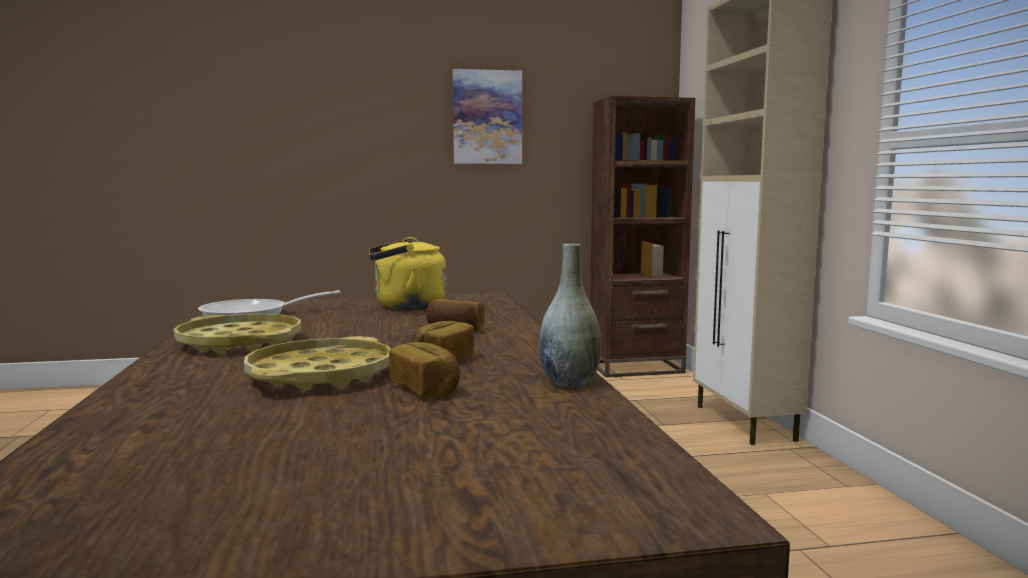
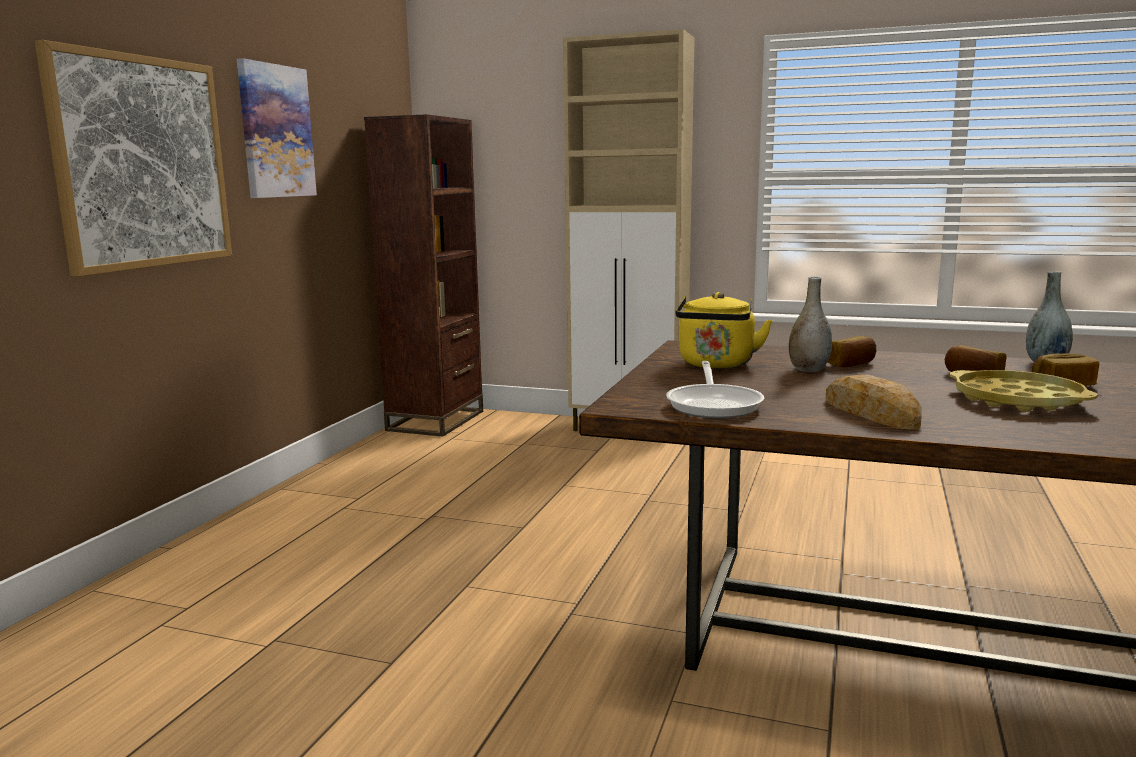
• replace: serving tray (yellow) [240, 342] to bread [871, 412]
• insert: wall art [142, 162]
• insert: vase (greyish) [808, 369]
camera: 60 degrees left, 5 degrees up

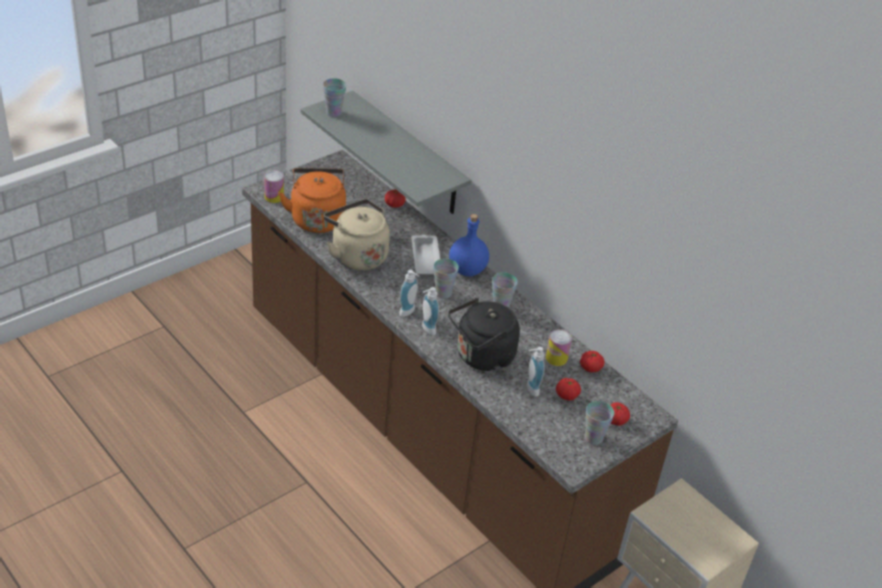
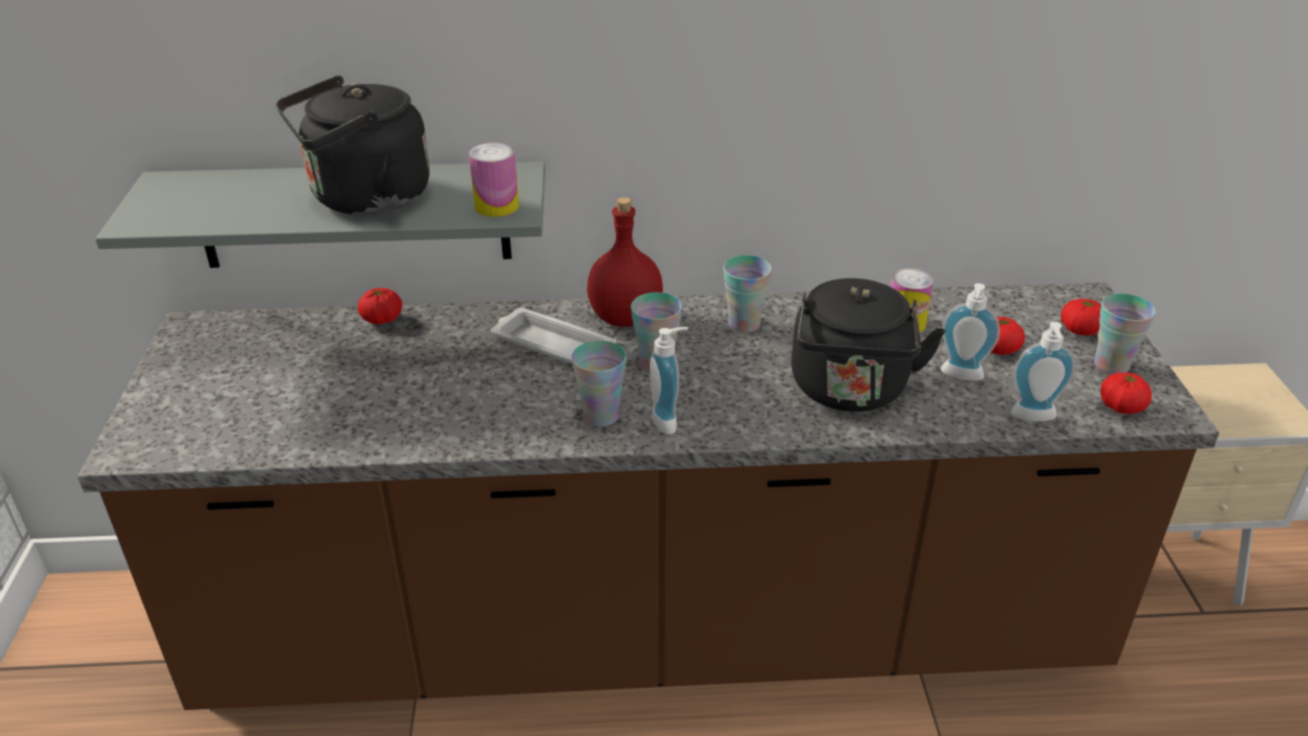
• move: drinking cup [333, 112] to [601, 416]
• delete: tea kettle (orange) [317, 218]
• move: can [274, 197] to [496, 206]
• delete: tea kettle (beige-coloured) [356, 255]
• recolor: bottle (blue-coloured) [467, 270] to bottle (reddish) [626, 318]
• move: soap bottle [426, 329] to [1034, 418]
• move: whole tomato [590, 367] to [1121, 407]
• insert: tea kettle (blackish) [364, 199]
camera: 50 degrees left, 5 degrees down

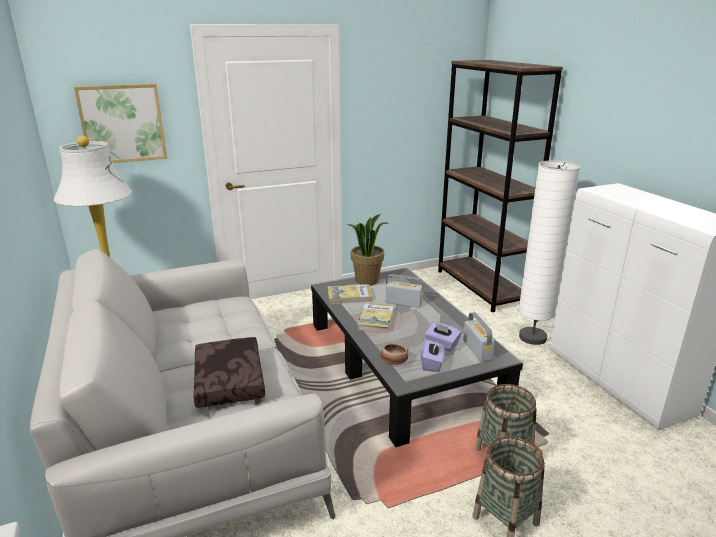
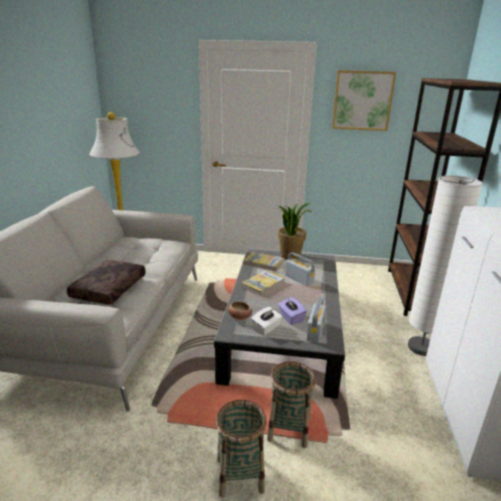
• move: wall art [122, 123] to [362, 100]
• recolor: tissue box (purple-coloured) [432, 364] to tissue box (whitish) [266, 328]
camera: 30 degrees right, 0 degrees up

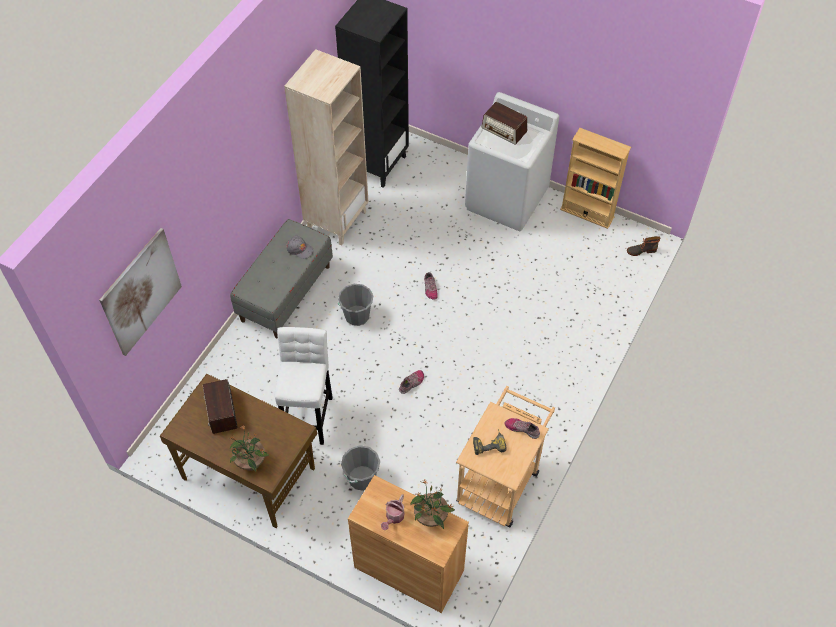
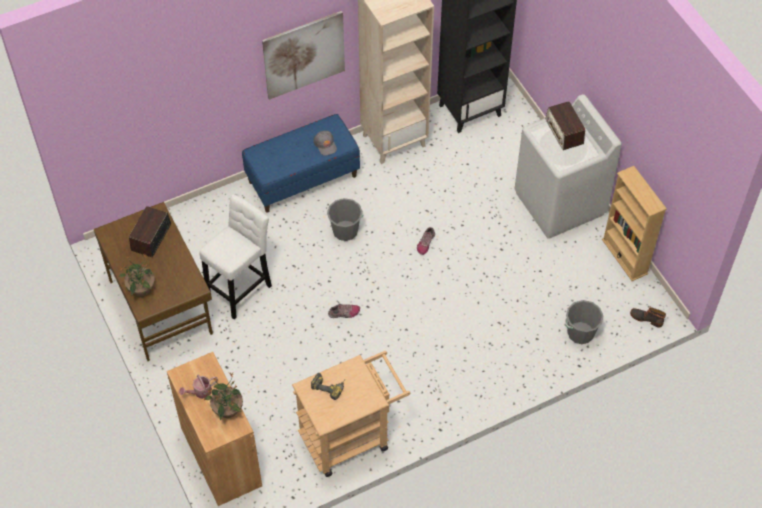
• recolor: long seat (greyish) [285, 293] to long seat (blue-coloured) [302, 178]
• move: wall art [141, 292] to [304, 55]
• delete: low shoe [522, 429]
• move: bucket (greyish) [362, 478] to [580, 333]
camera: 35 degrees right, 0 degrees up

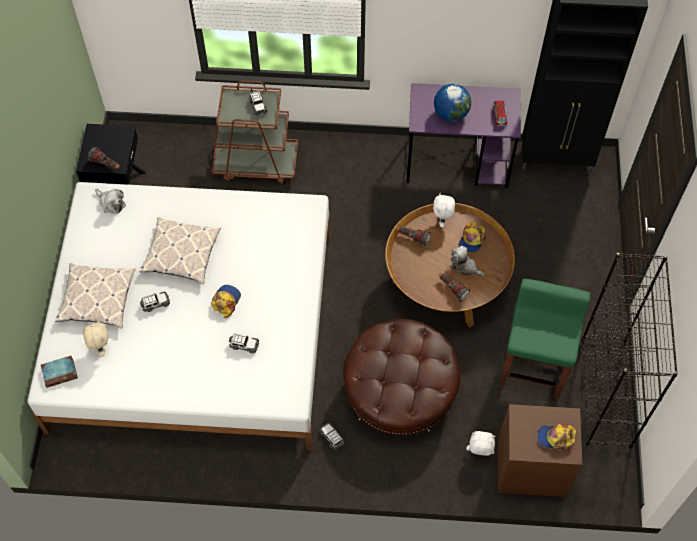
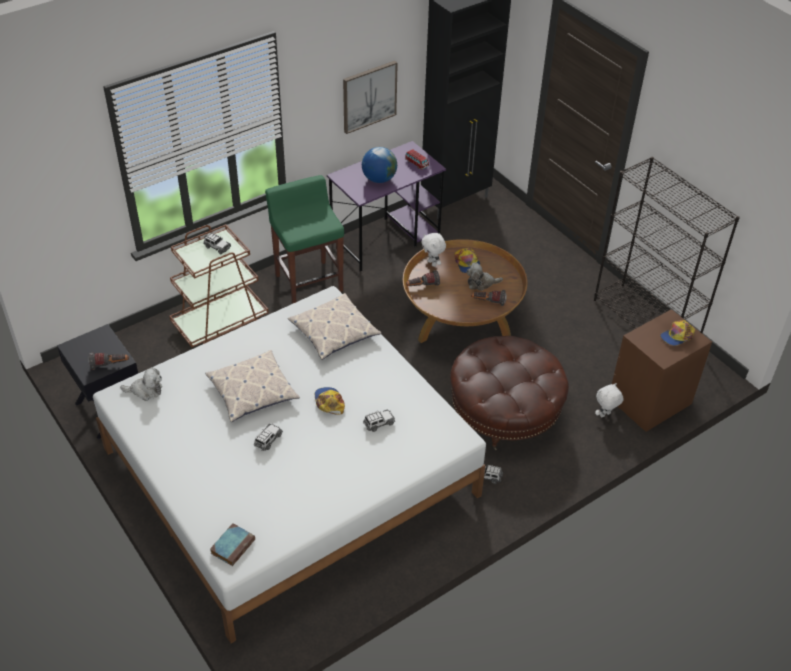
• move: cushion [97, 299] to [334, 332]
• move: sitting stool (green-coloured) [533, 367] to [308, 282]
• delete: plush toy (beige-coloured) [101, 348]
• insert: wall art [369, 96]
camera: 40 degrees left, 15 degrees down

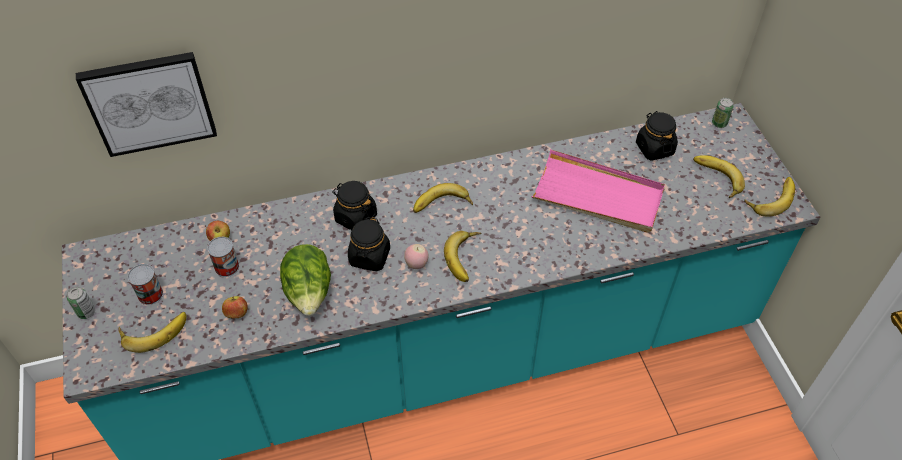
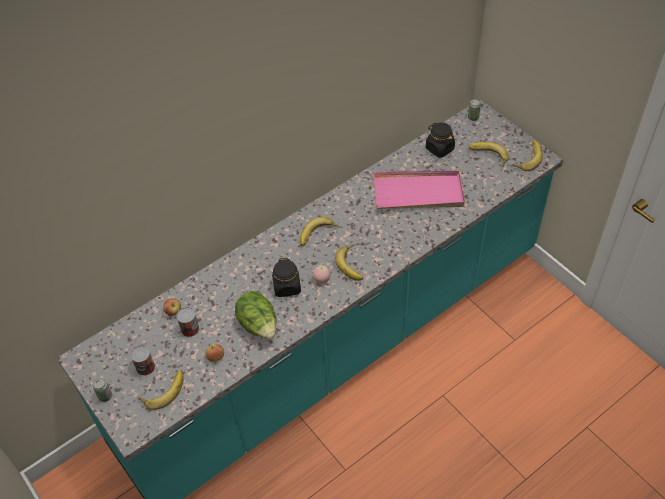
• delete: wall art [149, 103]
• delete: storage jar (blackish) [355, 217]
camera: 20 degrees left, 0 degrees up

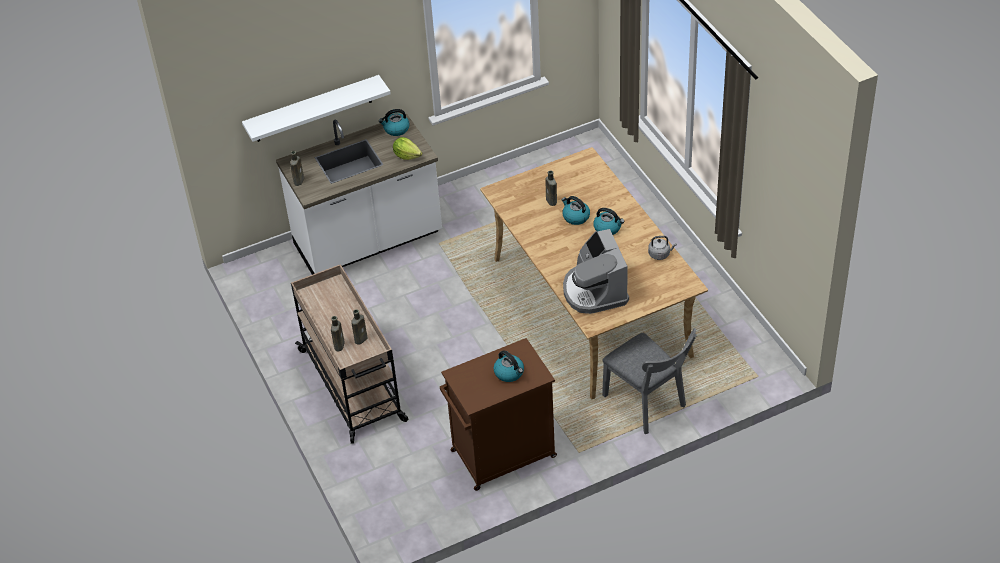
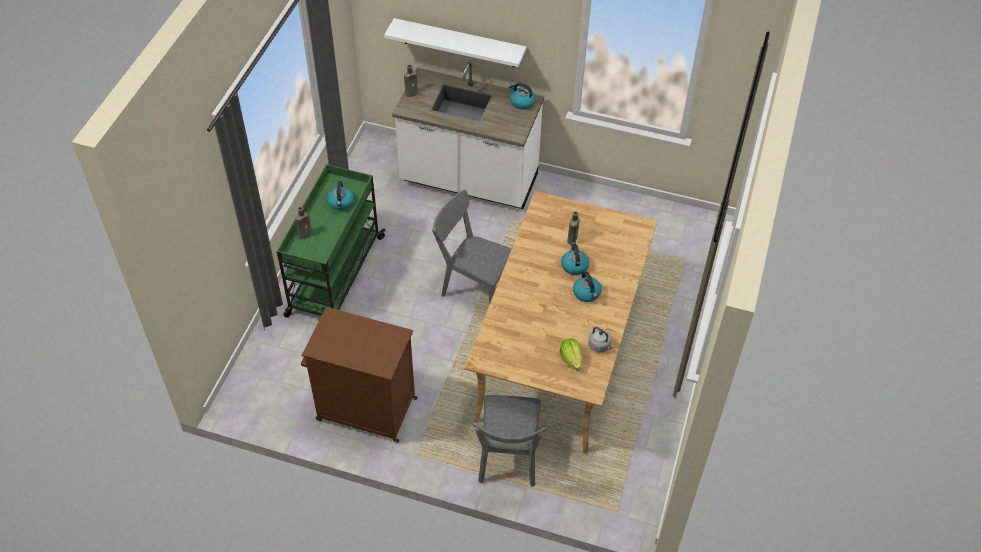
• move: head of lettuce [407, 155] to [571, 359]
• delete: coffee maker [594, 291]
• recolor: cart (beige-coloured) [353, 386] to cart (green-coloured) [335, 277]
• delete: bottle (brownish) [361, 338]
• move: tea kettle [509, 373] to [341, 202]
• insert: upright chair (greyish) [473, 287]
camera: 40 degrees right, 5 degrees up

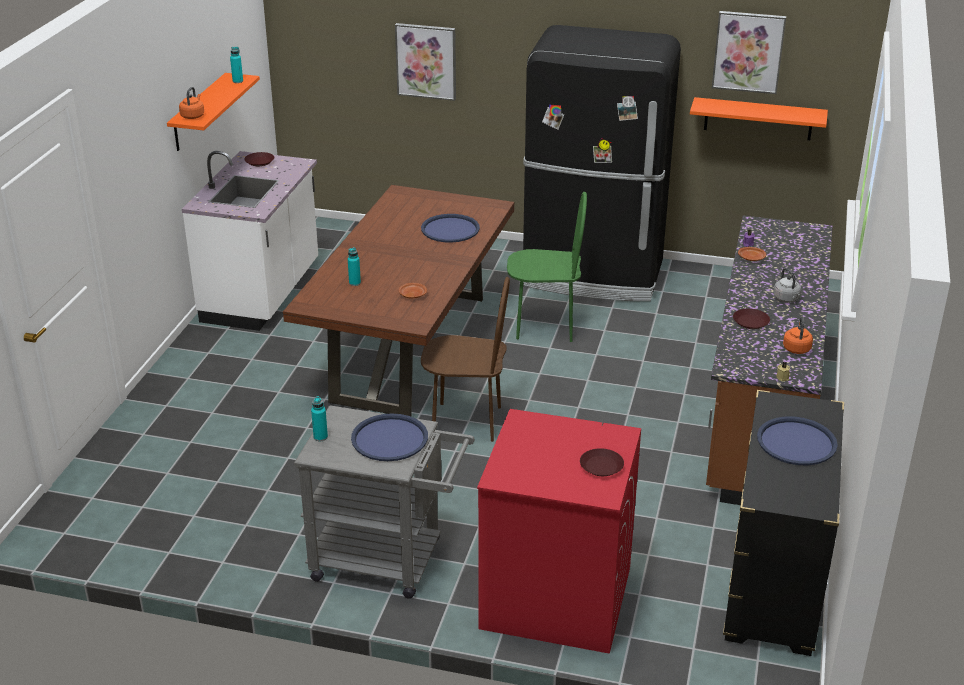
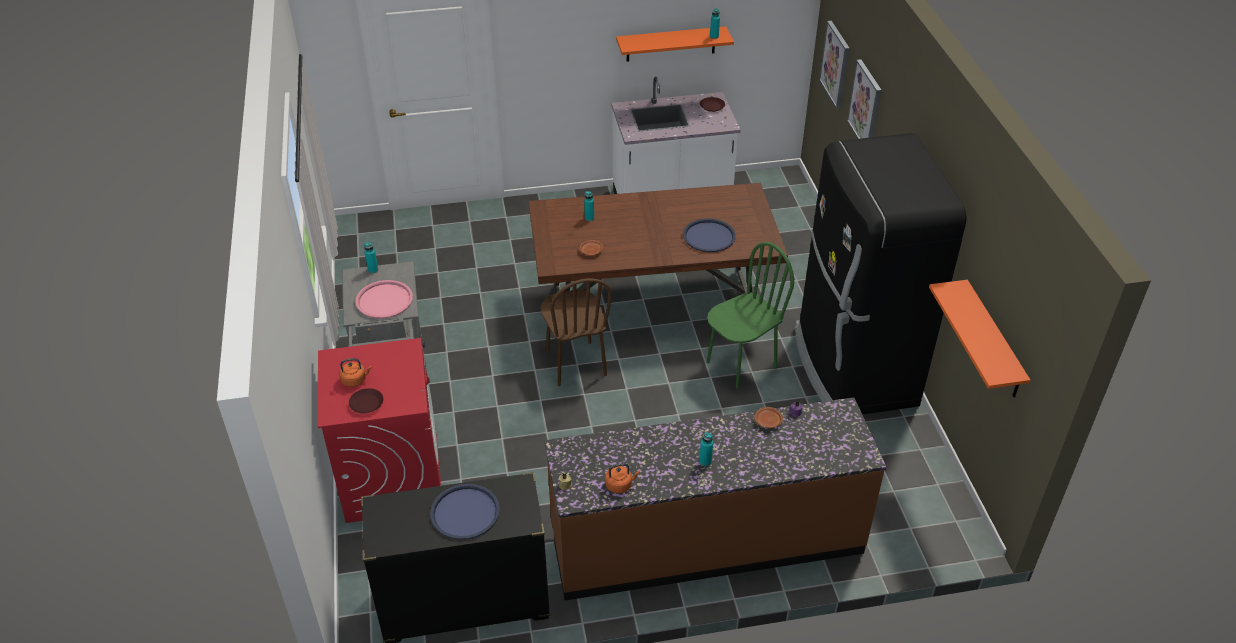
• move: wall art [748, 52] to [836, 64]
• move: tea kettle (orange) [193, 116] to [355, 380]
• rotate: upright chair (green-coloured) [545, 326] = [741, 364] 105 degrees counterclockwise
• replace: tea kettle (greyish) [787, 299] to bottle (turquoise) [705, 461]
• delete: dinner plate (brownish) [751, 322]
• recolor: serving tray (blue-coloured) [389, 439] to serving tray (pink) [384, 300]
camera: 65 degrees right, 10 degrees up

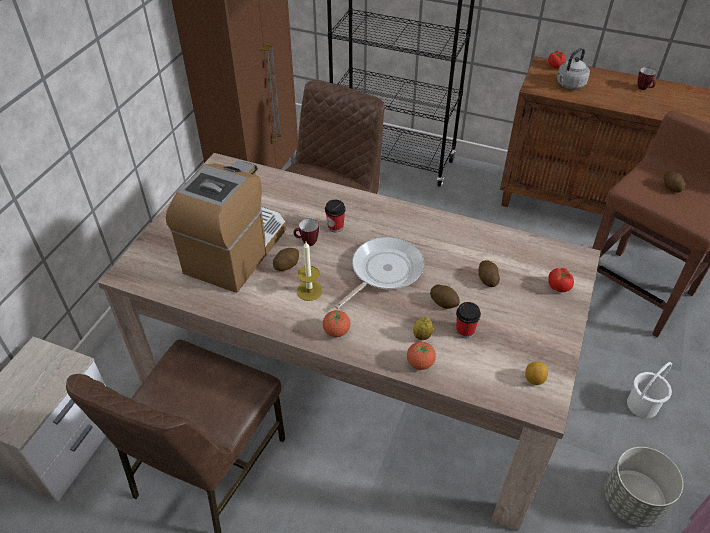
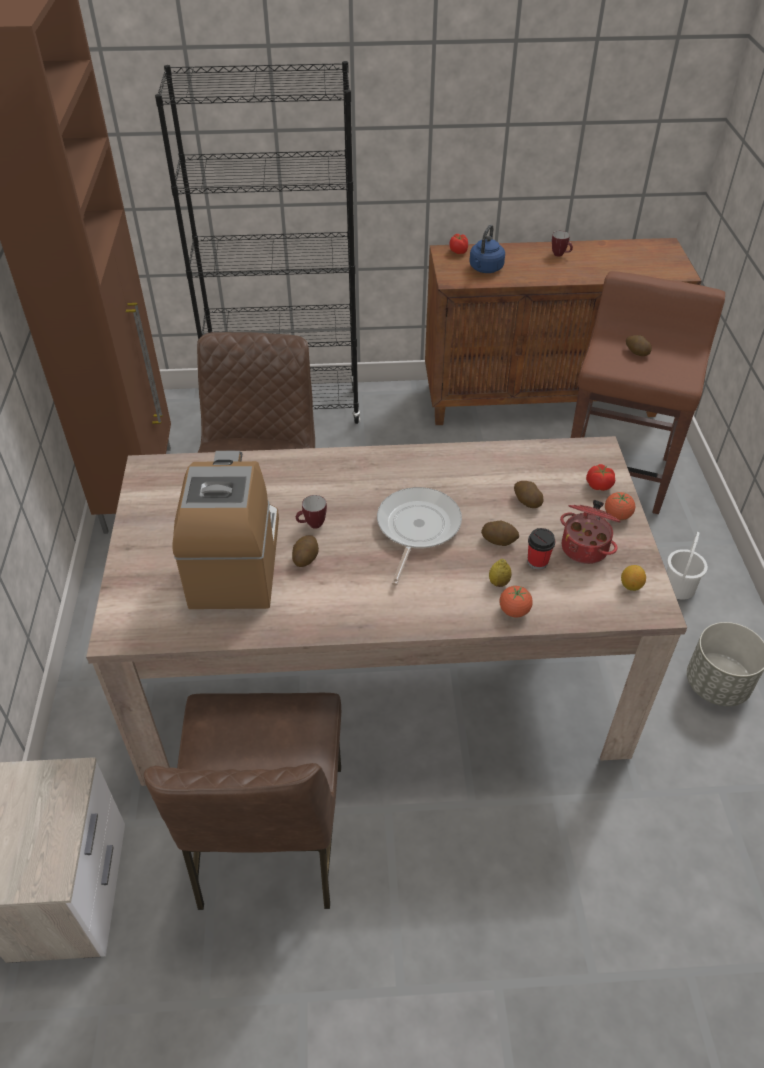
• recolor: tea kettle (greyish) [569, 85] to tea kettle (blue-coloured) [485, 269]
• delete: drinking cup [335, 227]
• delete: wax light [309, 291]
• move: whole tomato [336, 331] to [617, 515]
• insert: saucepot [585, 547]
camera: 25 degrees left, 0 degrees up

